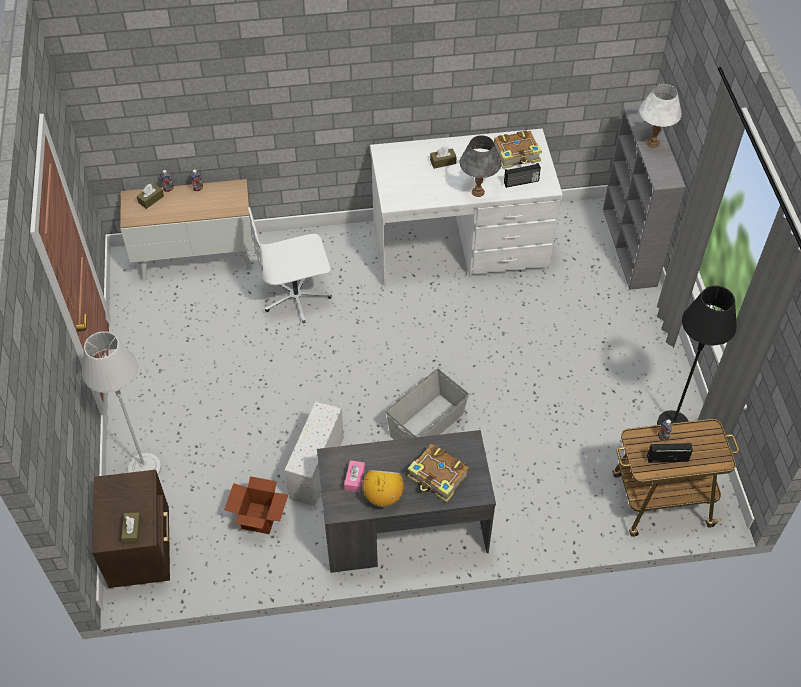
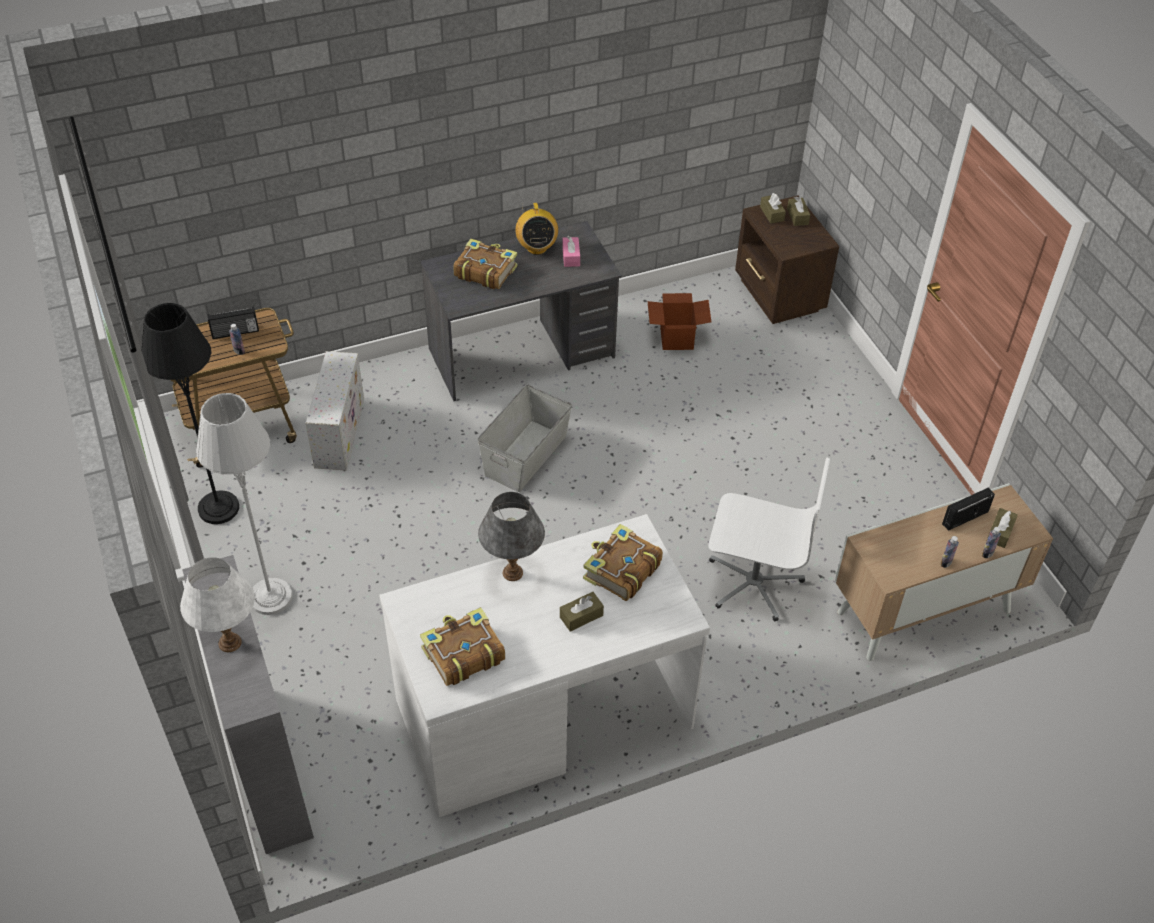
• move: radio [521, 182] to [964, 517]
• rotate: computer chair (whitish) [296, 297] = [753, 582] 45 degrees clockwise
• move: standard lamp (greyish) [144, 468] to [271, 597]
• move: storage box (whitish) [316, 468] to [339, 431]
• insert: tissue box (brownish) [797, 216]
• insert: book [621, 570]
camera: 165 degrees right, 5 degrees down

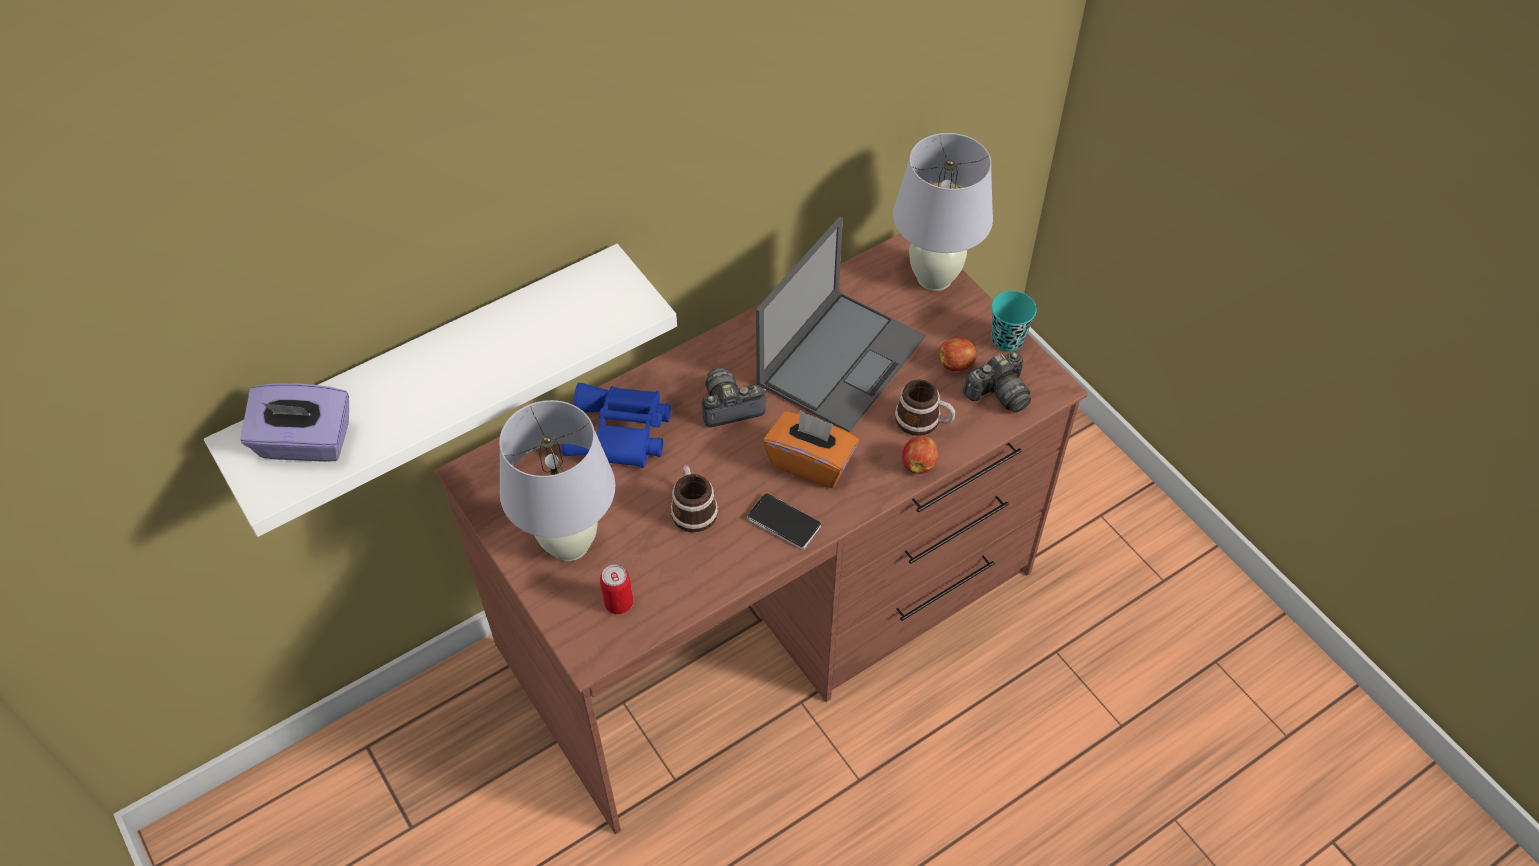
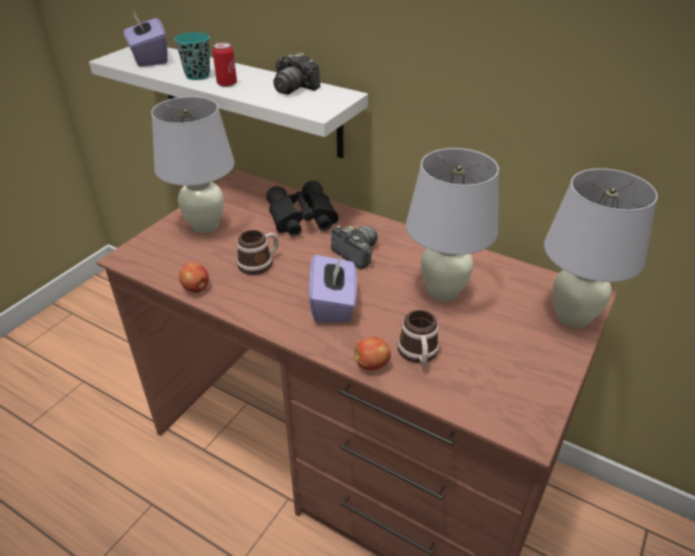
• replace: laptop [841, 359] to tabletop lamp (whitish) [442, 291]
• move: drinking cup (turquoise) [1007, 340] to [197, 75]
• move: whole apple [956, 364] to [196, 288]
• move: still camera [998, 393] to [294, 87]
• recolor: pair of binoculars (blue-coloured) [620, 435] to pair of binoculars (blackish) [301, 218]
• recolor: tissue box (orange) [811, 462] to tissue box (purple-coloured) [333, 304]
• delete: phone [784, 522]
• move: can [619, 603] to [227, 84]
camera: 65 degrees right, 15 degrees down

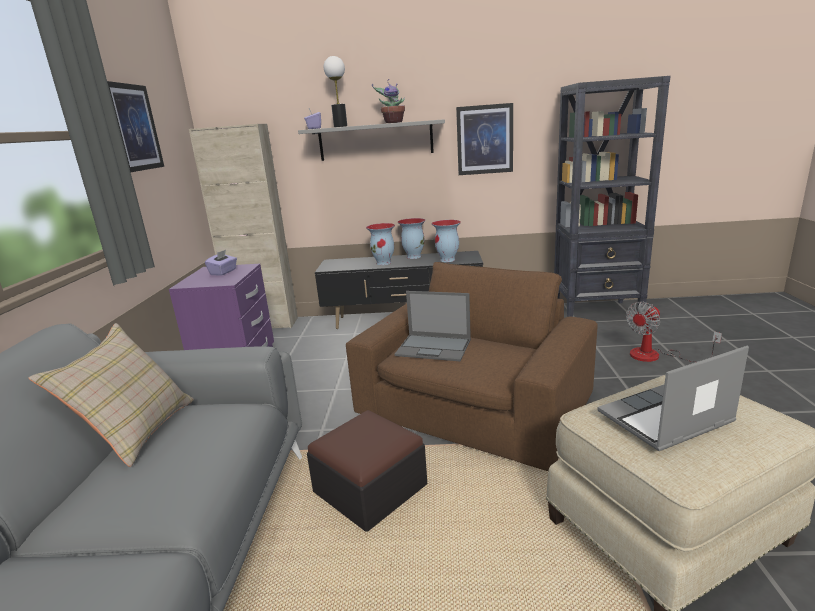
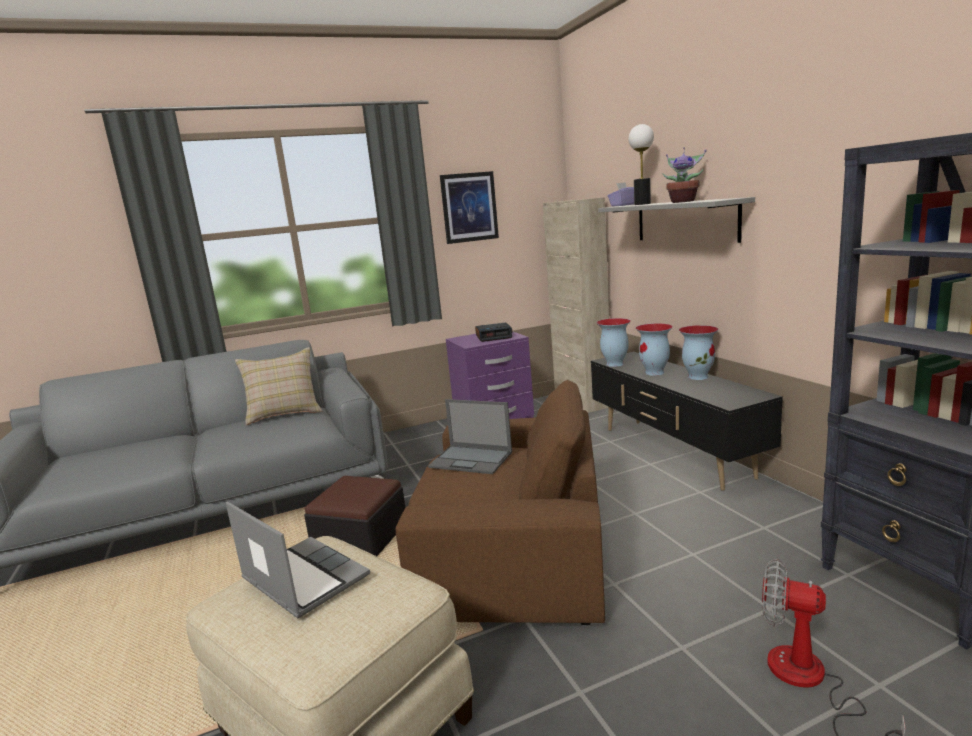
• delete: wall art [484, 139]
• move: vase [448, 260] to [614, 364]
• replace: tissue box (purple-coloured) [223, 272] to bedside clock [494, 336]
• rotate: laptop [434, 347] = [472, 459] 60 degrees counterclockwise
camera: 65 degrees right, 5 degrees down

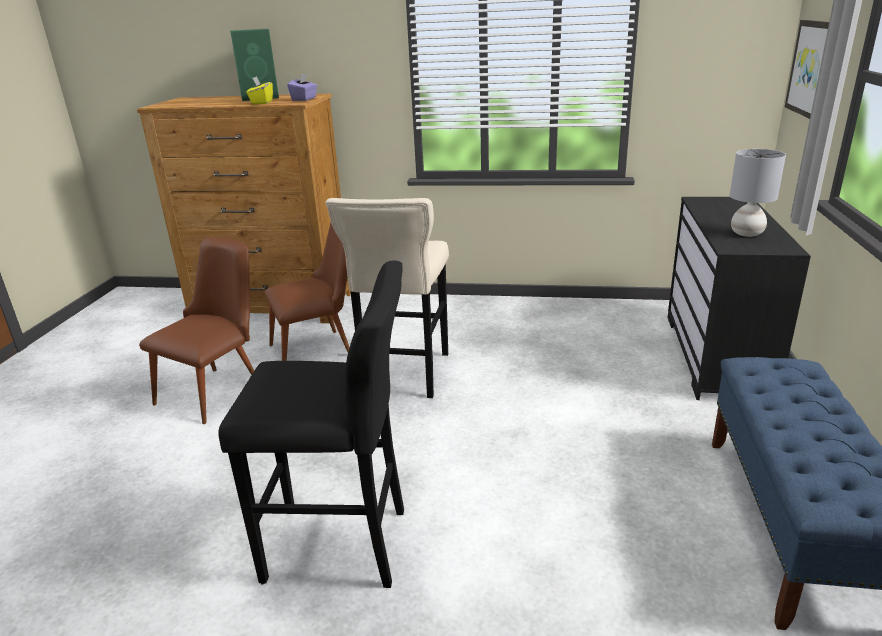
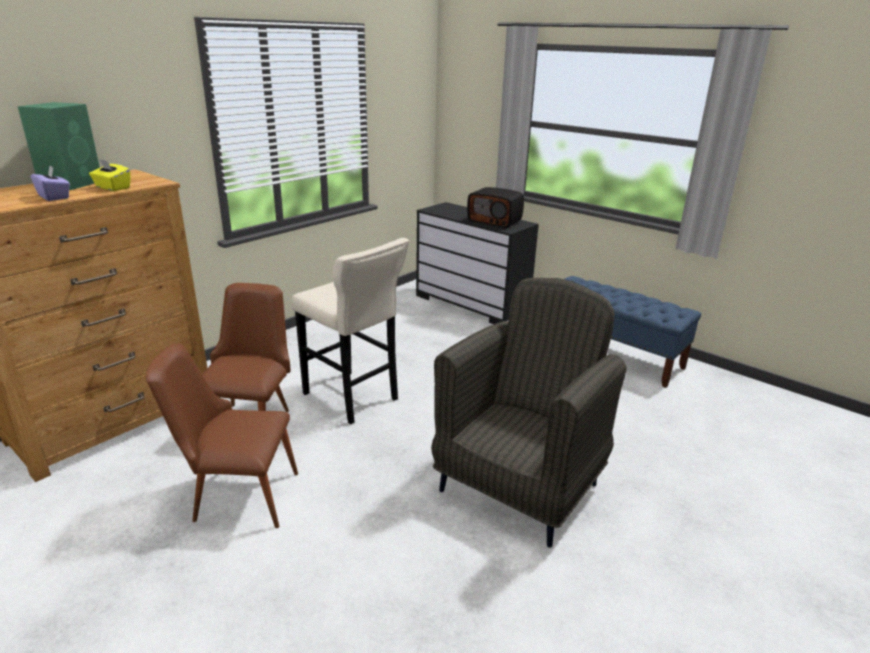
• delete: wall art [811, 68]
• move: tissue box (purple-coloured) [304, 99] to [54, 197]
• replace: tabletop lamp (greyish) [747, 234] to radio [495, 221]
• rotate: upright chair (brownish) [218, 390] = [236, 495] 60 degrees counterclockwise
• replace: sitting stool (blackish) [344, 545] to easy chair (greyish) [520, 486]
camera: 60 degrees left, 0 degrees up

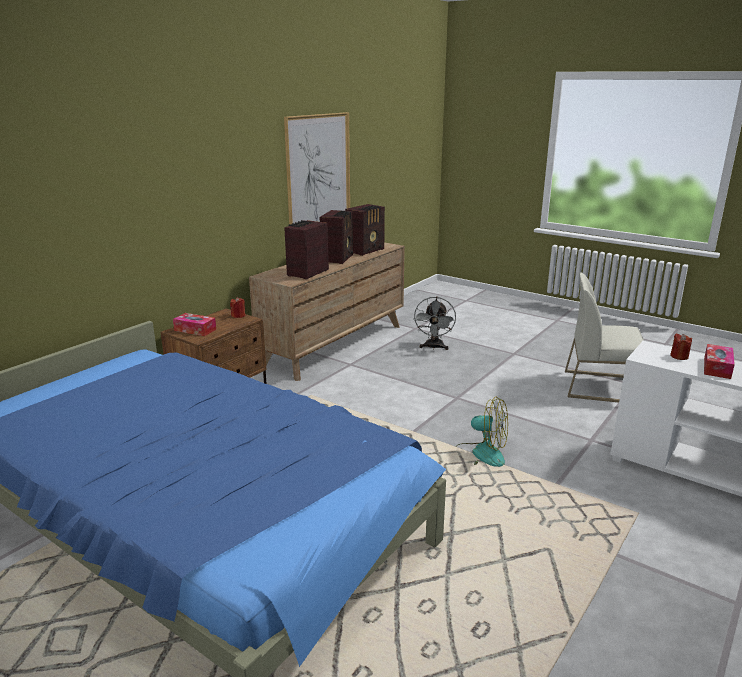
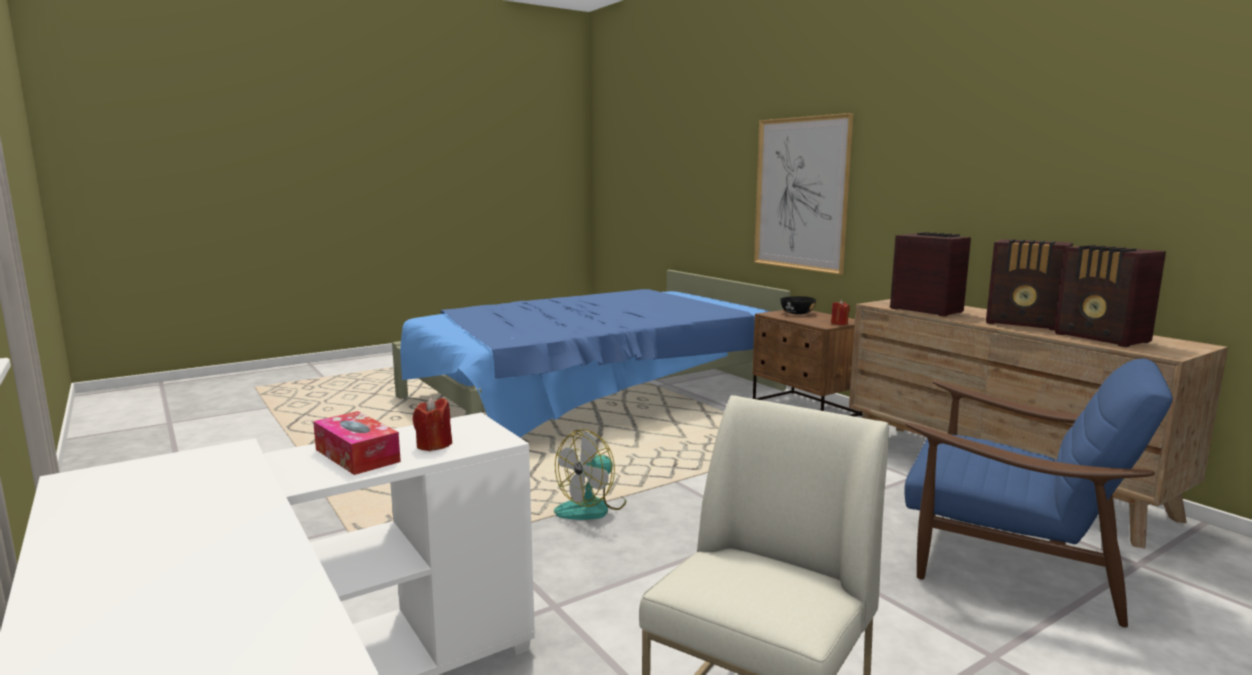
• move: wall art [318, 175] to [801, 194]
• replace: electric fan (greyish) [434, 347] to easy chair (blue-coloured) [1010, 559]
• replace: tissue box [195, 330] to deep dish (blackish) [797, 313]
camera: 110 degrees right, 10 degrees down

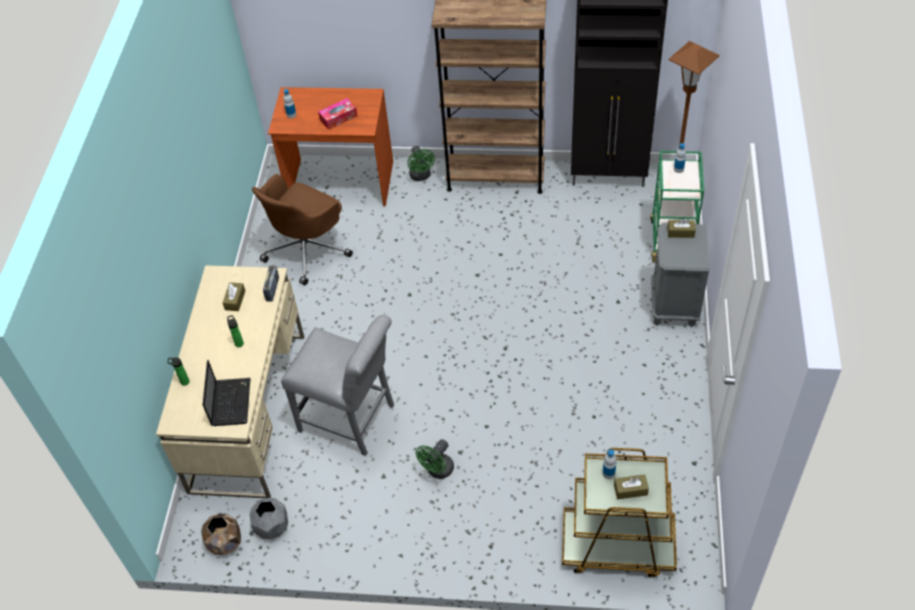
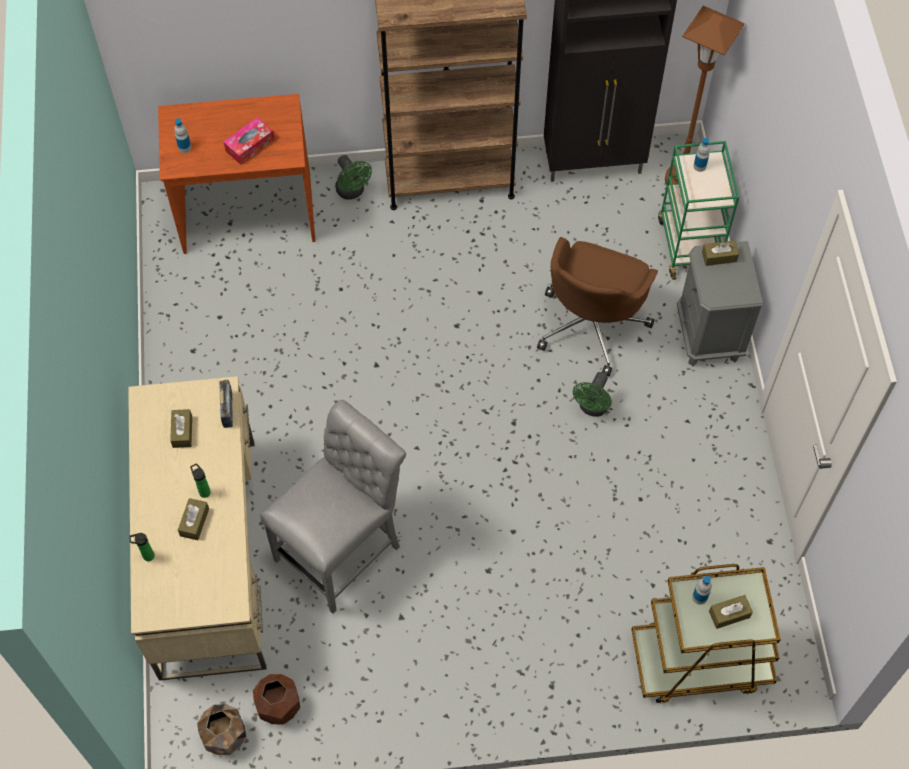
• move: computer chair (brownish) [307, 249] to [592, 324]
• rotate: upright chair (greyish) [351, 420] = [343, 549] 60 degrees counterclockwise
• delete: laptop [230, 401]
• move: electric fan (green-coloured) [438, 471] to [592, 408]
• recolor: plant pot (greyish) [272, 526] to plant pot (brownish) [278, 705]
• insert: tissue box (brownish) [194, 522]
camera: 15 degrees left, 10 degrees up

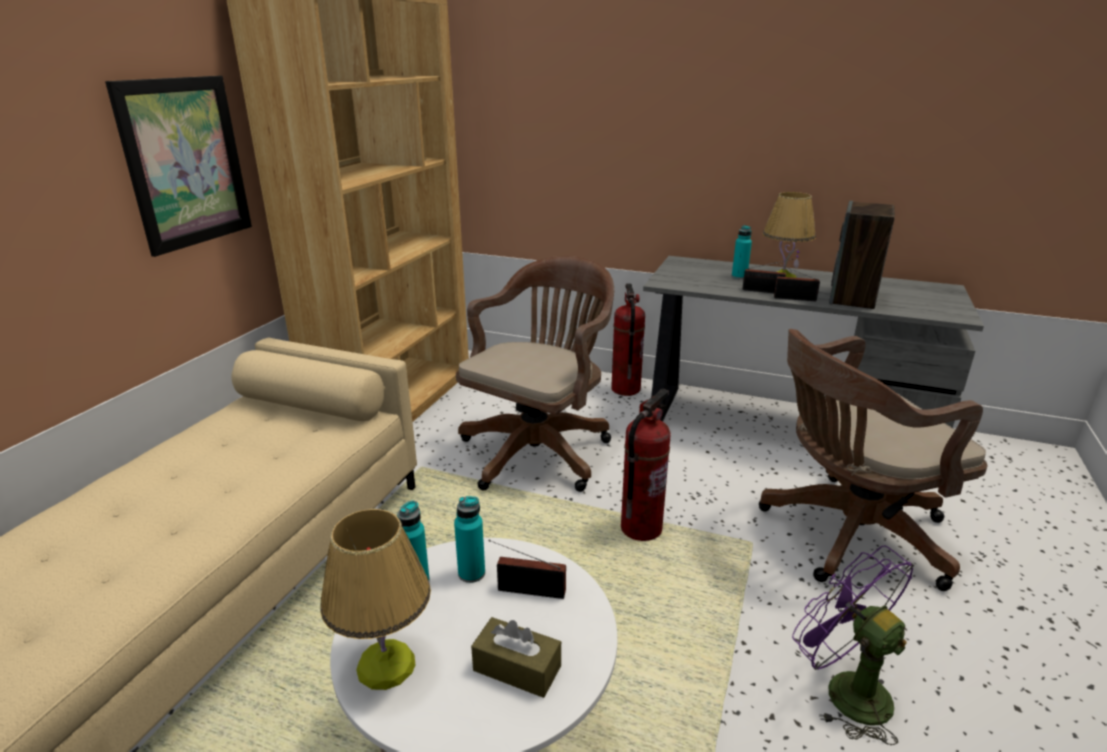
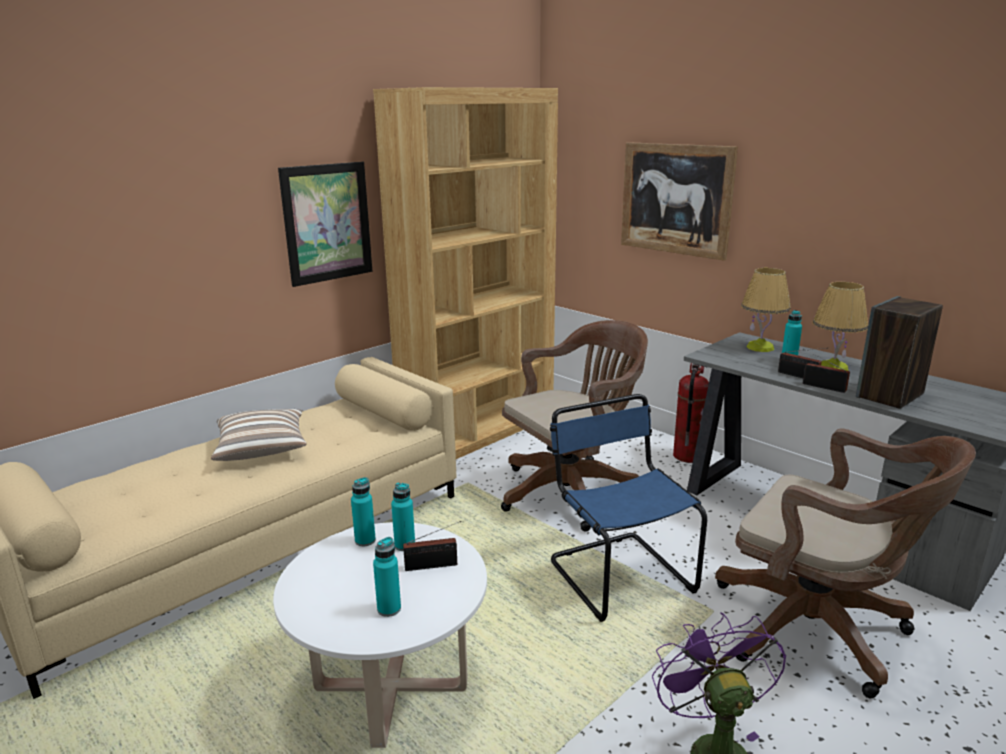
• rotate: computer chair (brownish) [847, 535] = [819, 631] 150 degrees counterclockwise
• replace: fire-fighting cylinder [641, 529] to upright chair (blue-coloured) [617, 573]
• move: tabletop lamp [386, 666] to [760, 347]
• rotate: radio [528, 589] = [434, 565] 135 degrees clockwise
• replace: tissue box (brownish) [517, 668] to bottle (turquoise) [389, 609]
• insert: wall art [675, 199]
• insert: cushion [262, 449]
camera: 25 degrees right, 5 degrees down

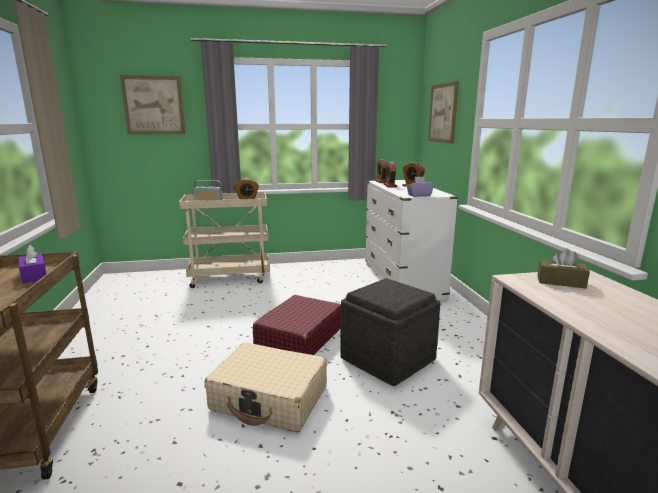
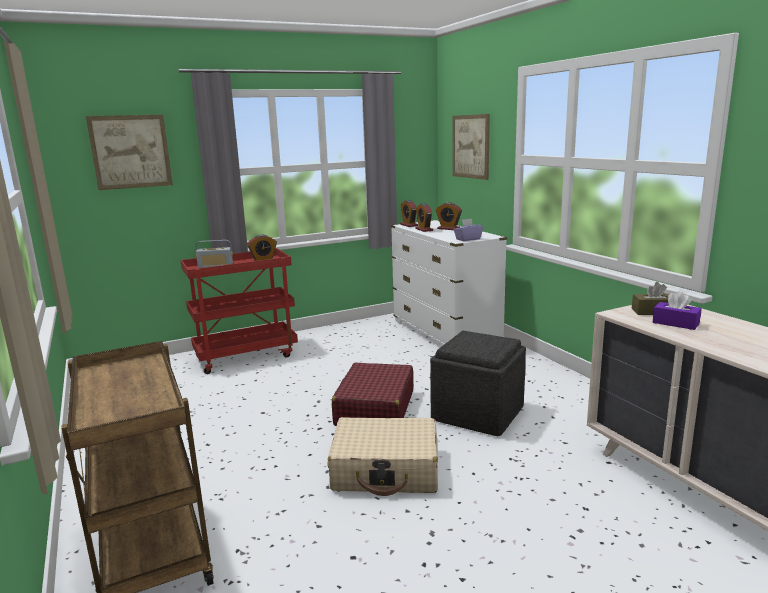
• recolor: cart (beige-coloured) [231, 277] to cart (reddish) [246, 356]
• move: tissue box (purple-coloured) [34, 275] to [675, 323]
camera: 15 degrees left, 0 degrees up

